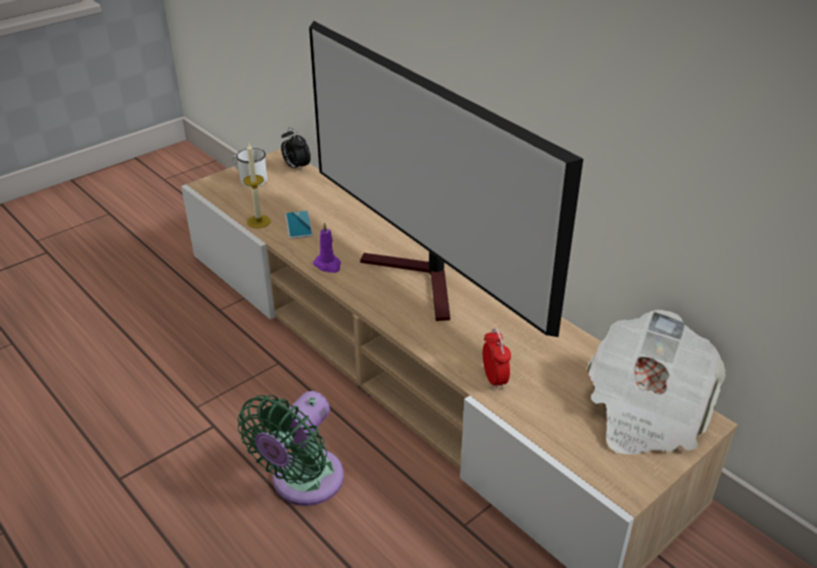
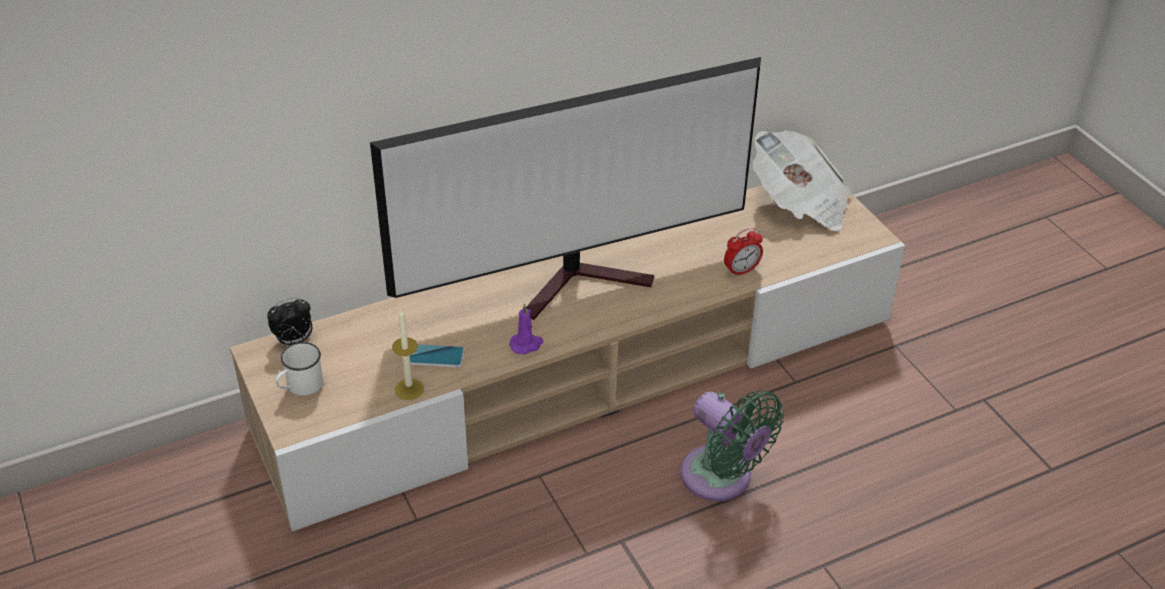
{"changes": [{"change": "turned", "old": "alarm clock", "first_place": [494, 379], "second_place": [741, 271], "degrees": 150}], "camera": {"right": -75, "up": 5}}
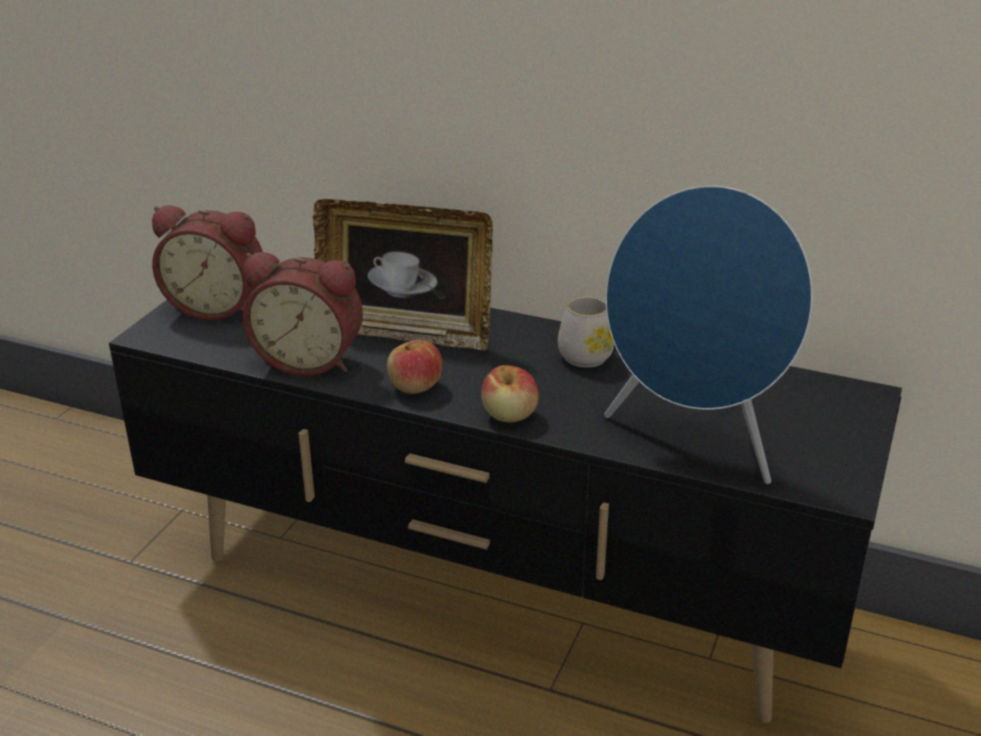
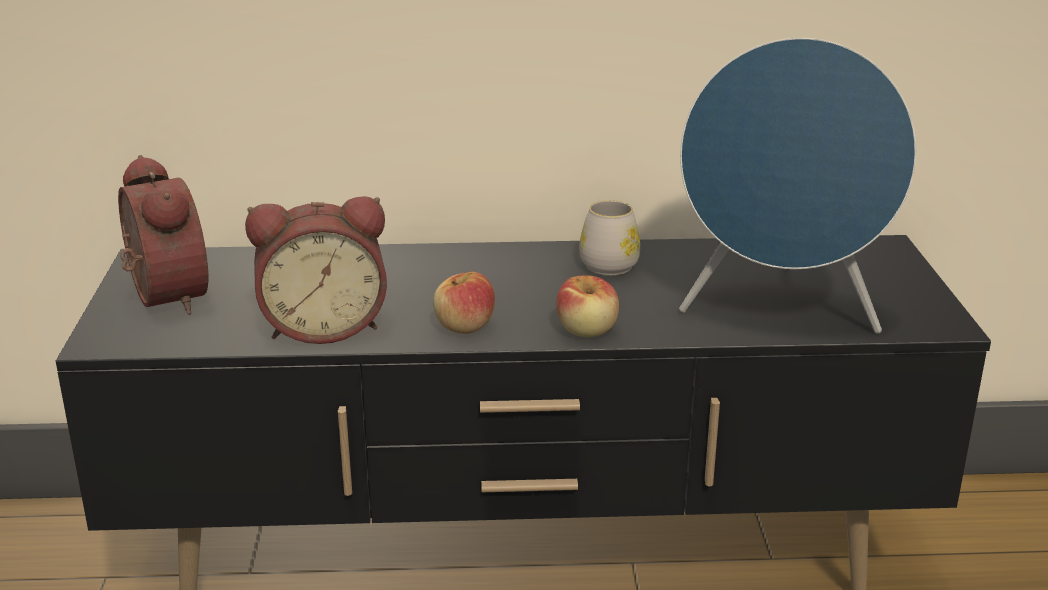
{"changes": [{"change": "removed", "old": "picture frame", "first_place": [405, 332]}, {"change": "turned", "old": "alarm clock", "first_place": [218, 306], "second_place": [162, 298], "degrees": -105}], "camera": {"right": -25, "up": -5}}
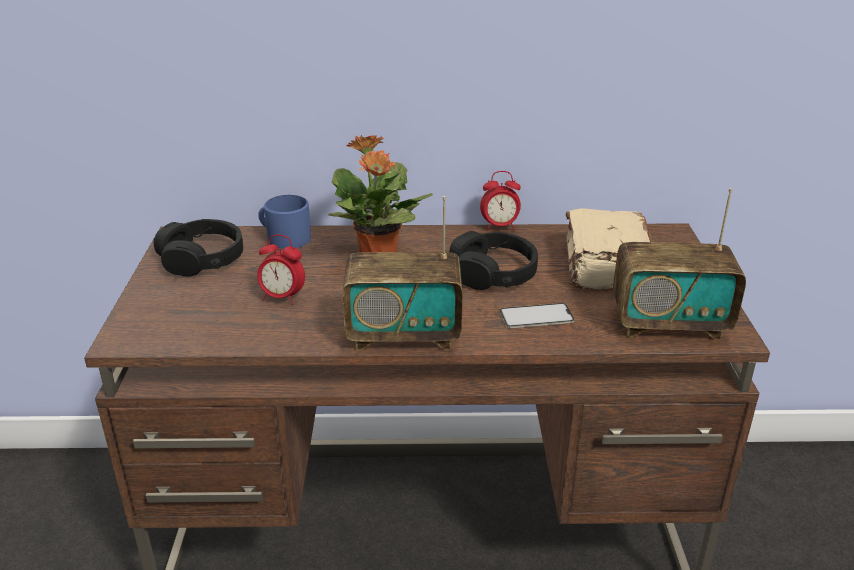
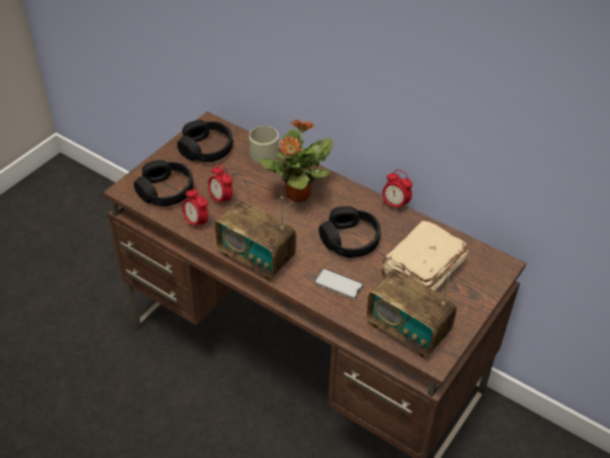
{"changes": [{"change": "recoloured", "old": "blue mug", "new": "beige mug", "first_place": [284, 238], "second_place": [262, 152]}, {"change": "added", "new": "black headphones", "second_place": [165, 191]}, {"change": "added", "new": "alarm clock", "second_place": [196, 222]}], "camera": {"right": 35, "up": 15}}
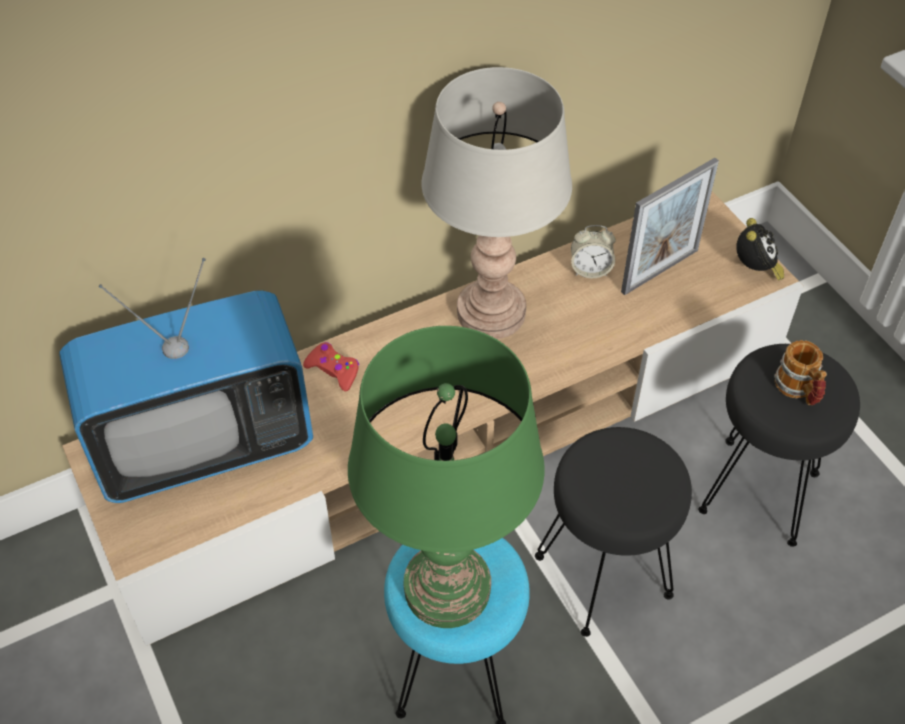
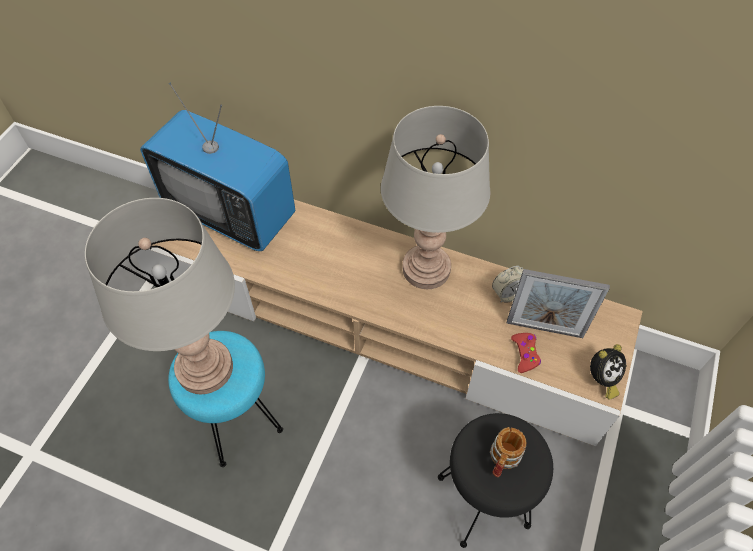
{"changes": [{"change": "turned", "old": "alarm clock", "first_place": [590, 270], "second_place": [507, 294], "degrees": -75}, {"change": "recoloured", "old": "green table lamp", "new": "grey table lamp", "first_place": [447, 588], "second_place": [205, 368]}, {"change": "moved", "old": "red game controller", "first_place": [333, 370], "second_place": [525, 354]}, {"change": "removed", "old": "black stool", "first_place": [605, 574]}], "camera": {"right": 50, "up": 5}}
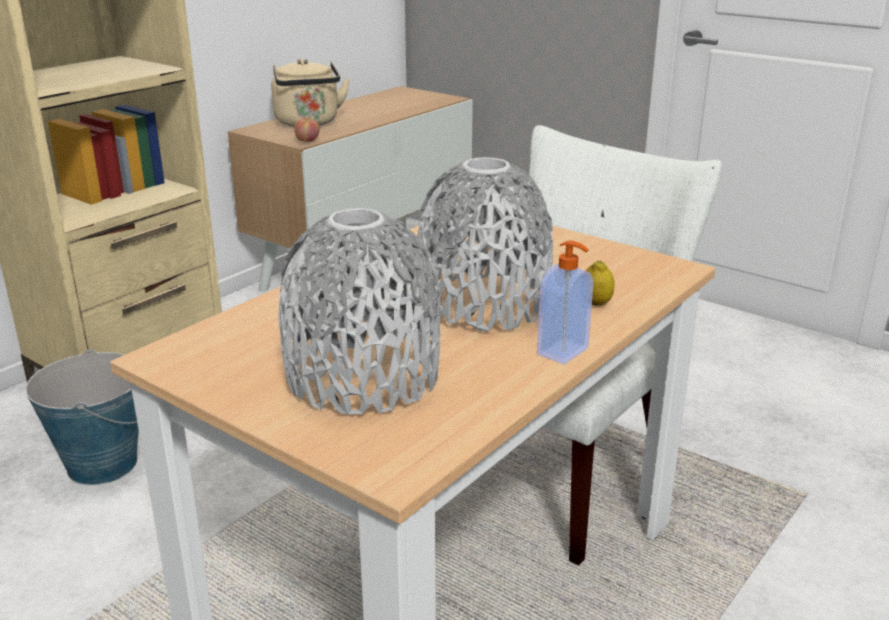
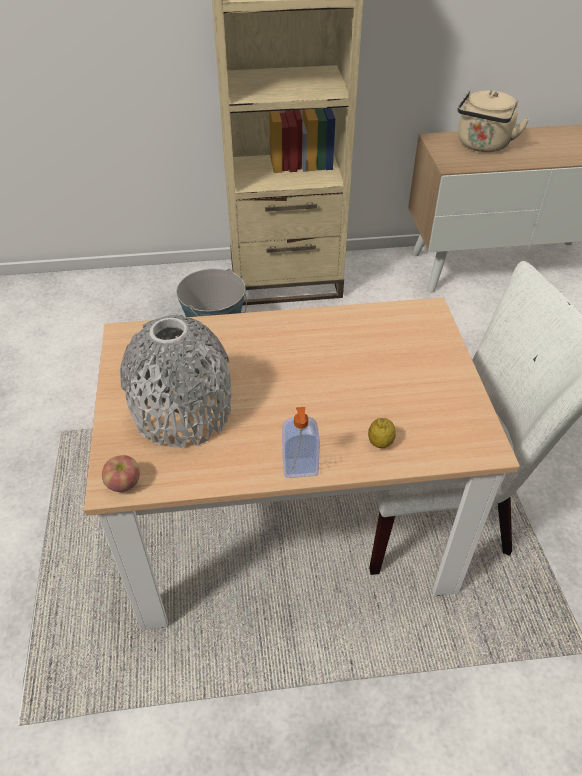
{"changes": [{"change": "moved", "old": "apple", "first_place": [307, 141], "second_place": [124, 484]}, {"change": "removed", "old": "grey vase", "first_place": [483, 304]}], "camera": {"right": 45, "up": 20}}
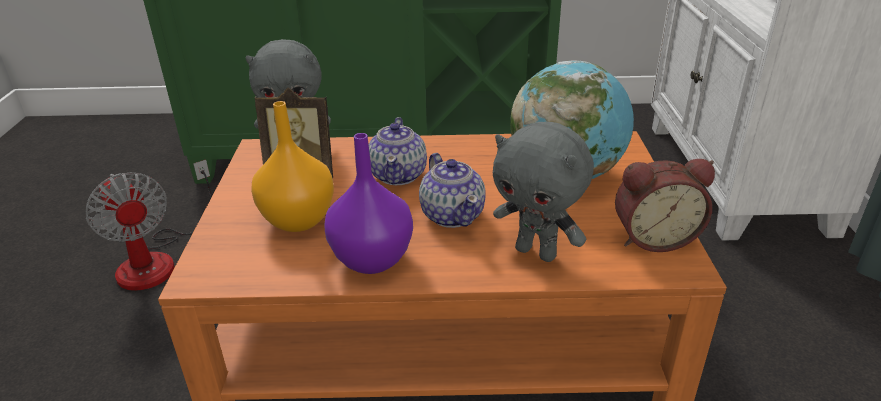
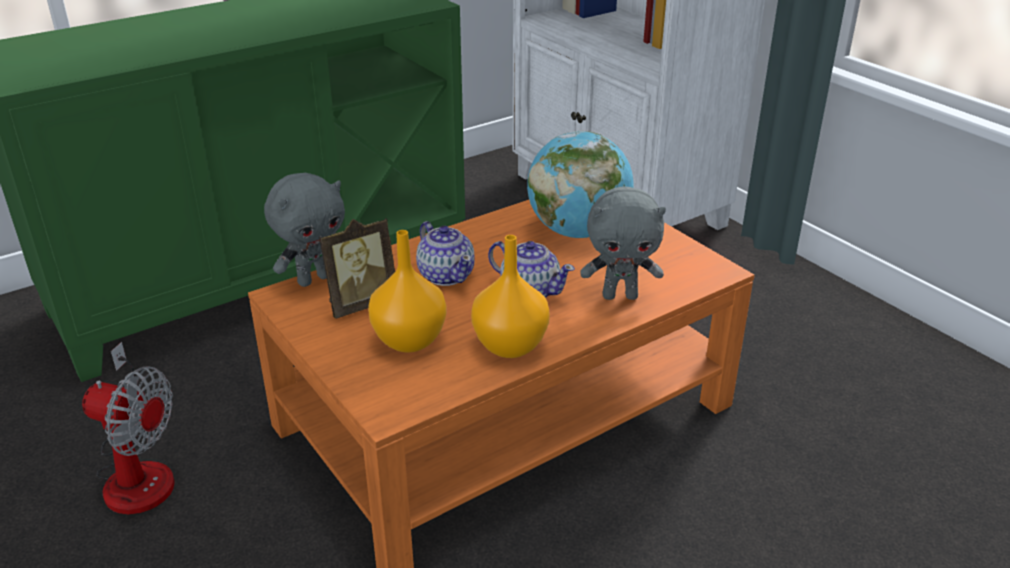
{"changes": [{"change": "recoloured", "old": "purple vase", "new": "orange vase", "first_place": [371, 260], "second_place": [510, 346]}, {"change": "removed", "old": "alarm clock", "first_place": [653, 237]}], "camera": {"right": -35, "up": 0}}
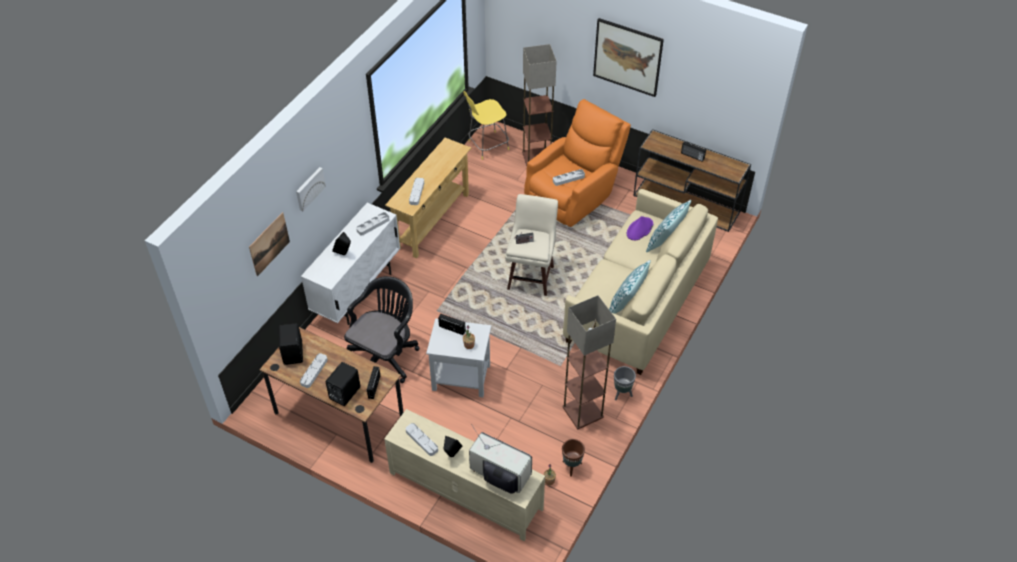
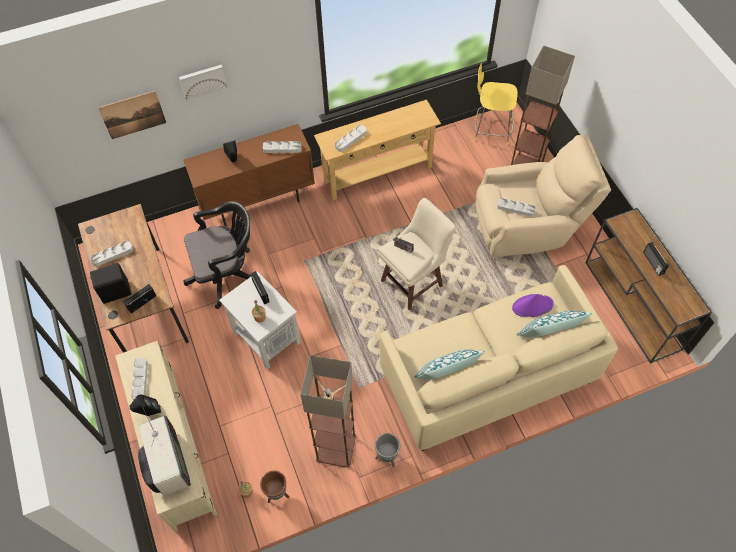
{"changes": [{"change": "removed", "old": "picture", "first_place": [628, 57]}, {"change": "recoloured", "old": "orange armchair", "new": "beige armchair", "first_place": [573, 194], "second_place": [528, 225]}, {"change": "recoloured", "old": "white cabinet", "new": "brown cabinet", "first_place": [357, 293], "second_place": [258, 202]}, {"change": "removed", "old": "black speaker", "first_place": [294, 353]}], "camera": {"right": 40, "up": 10}}
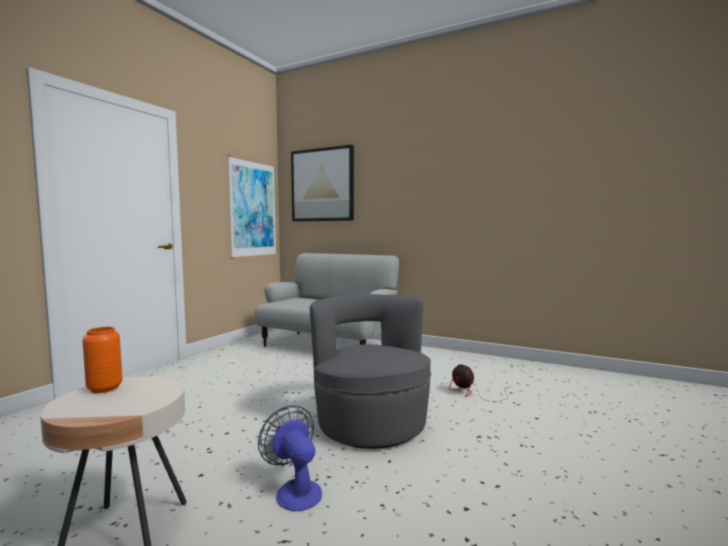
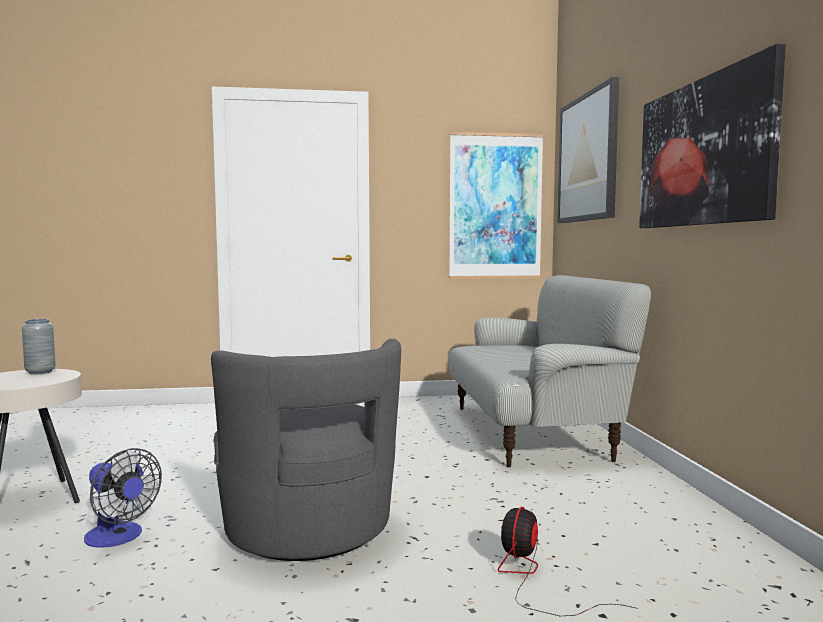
{"changes": [{"change": "turned", "old": "grey armchair", "first_place": [371, 423], "second_place": [310, 529], "degrees": 120}, {"change": "recoloured", "old": "orange vase", "new": "grey vase", "first_place": [104, 389], "second_place": [40, 372]}, {"change": "turned", "old": "fan", "first_place": [295, 490], "second_place": [119, 537], "degrees": 105}, {"change": "added", "new": "picture", "second_place": [703, 153]}], "camera": {"right": 55, "up": 0}}
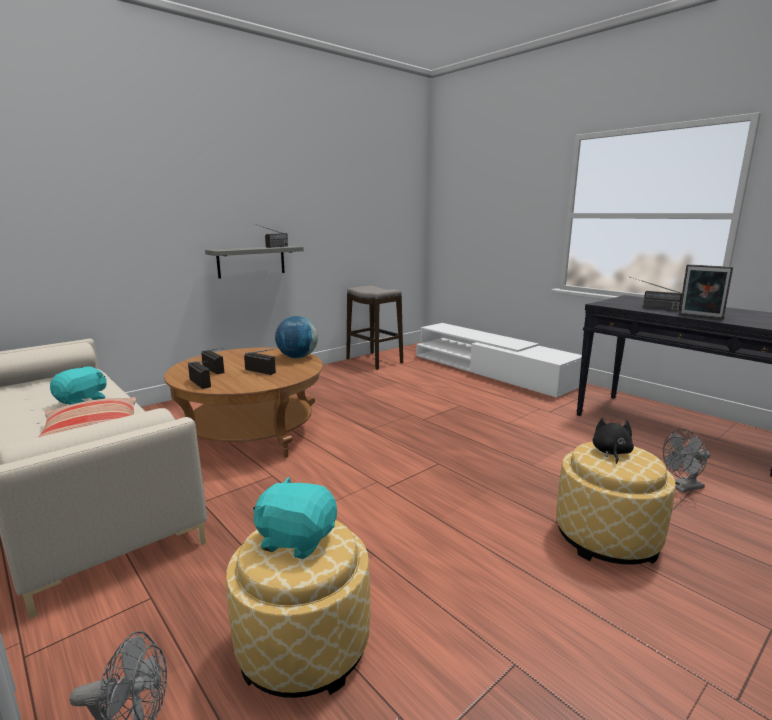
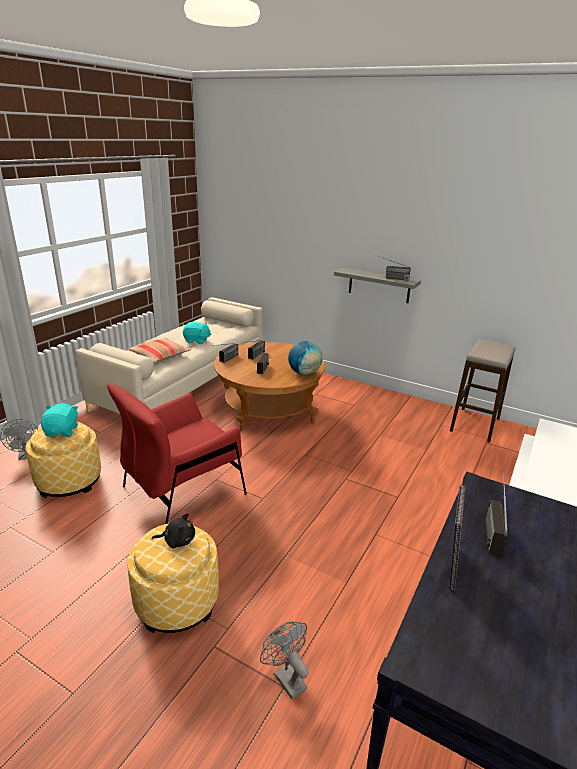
{"changes": [{"change": "added", "new": "red armchair", "second_place": [182, 491]}], "camera": {"right": 70, "up": 10}}
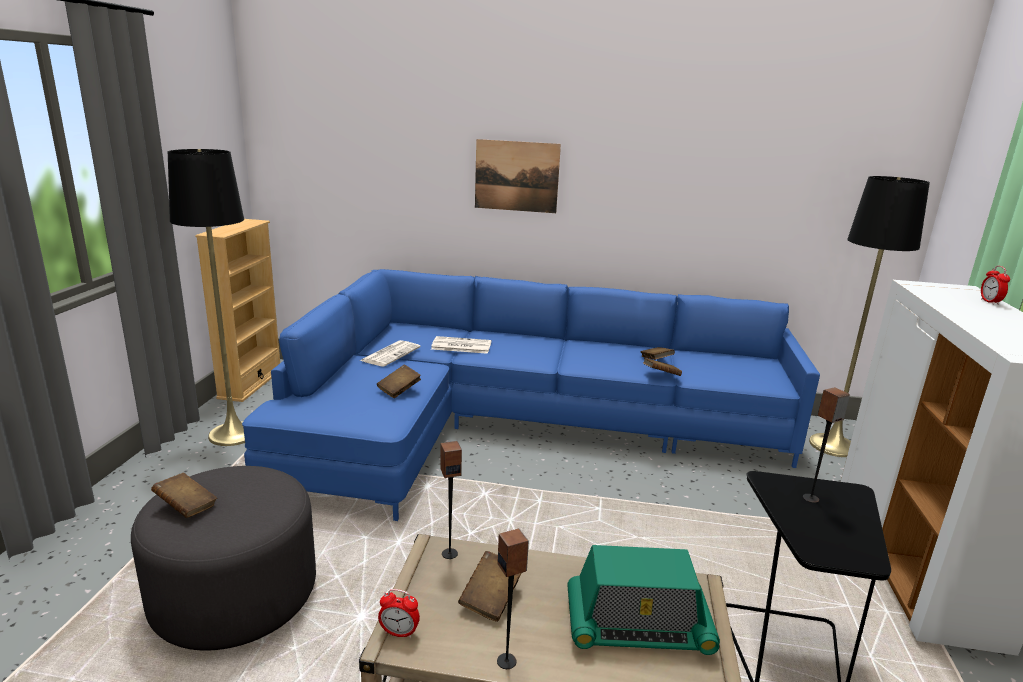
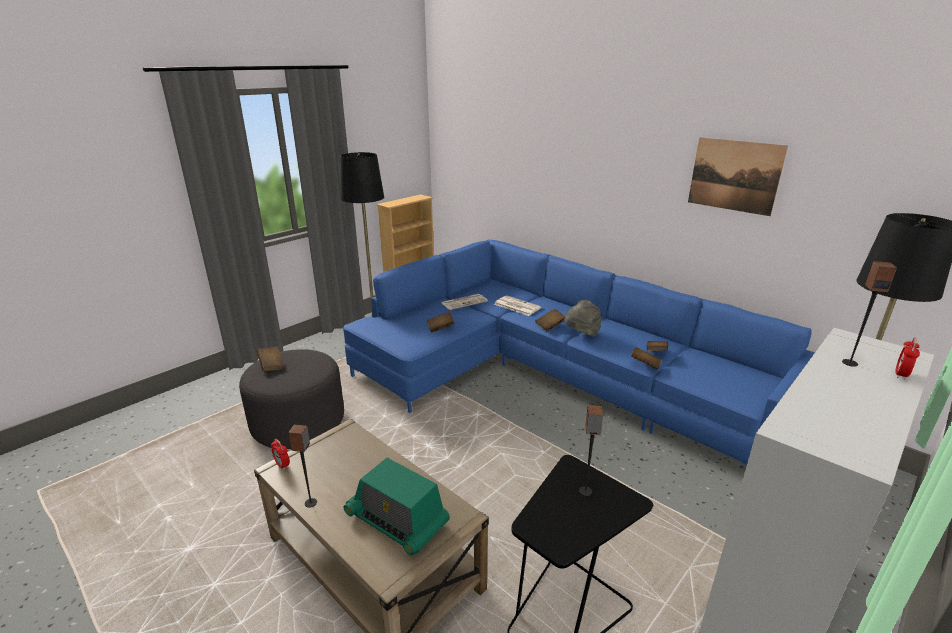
{"changes": [{"change": "moved", "old": "picture", "first_place": [516, 176], "second_place": [734, 175]}, {"change": "moved", "old": "speaker", "first_place": [449, 553], "second_place": [849, 363]}, {"change": "moved", "old": "brown book", "first_place": [491, 598], "second_place": [550, 326]}, {"change": "added", "new": "grey hat", "second_place": [581, 334]}], "camera": {"right": 35, "up": 5}}
